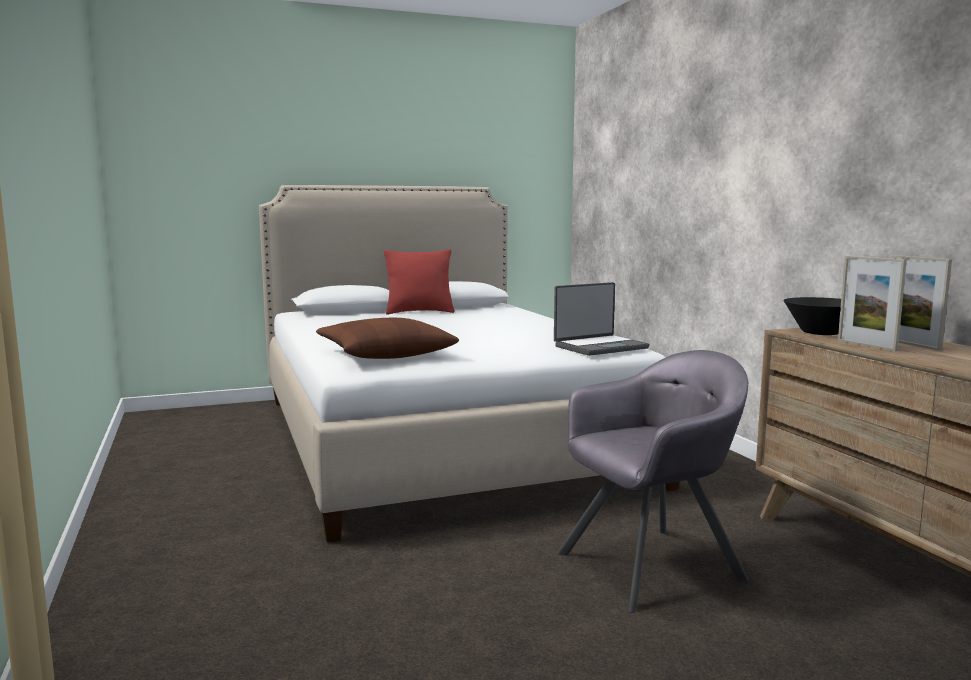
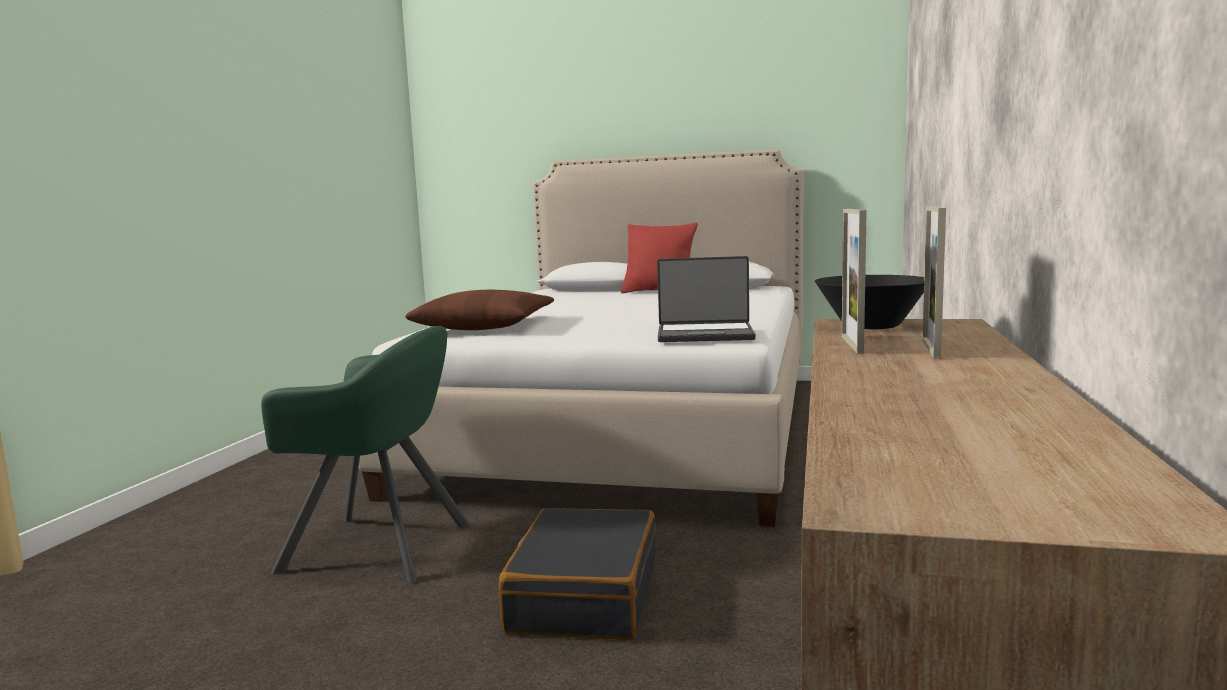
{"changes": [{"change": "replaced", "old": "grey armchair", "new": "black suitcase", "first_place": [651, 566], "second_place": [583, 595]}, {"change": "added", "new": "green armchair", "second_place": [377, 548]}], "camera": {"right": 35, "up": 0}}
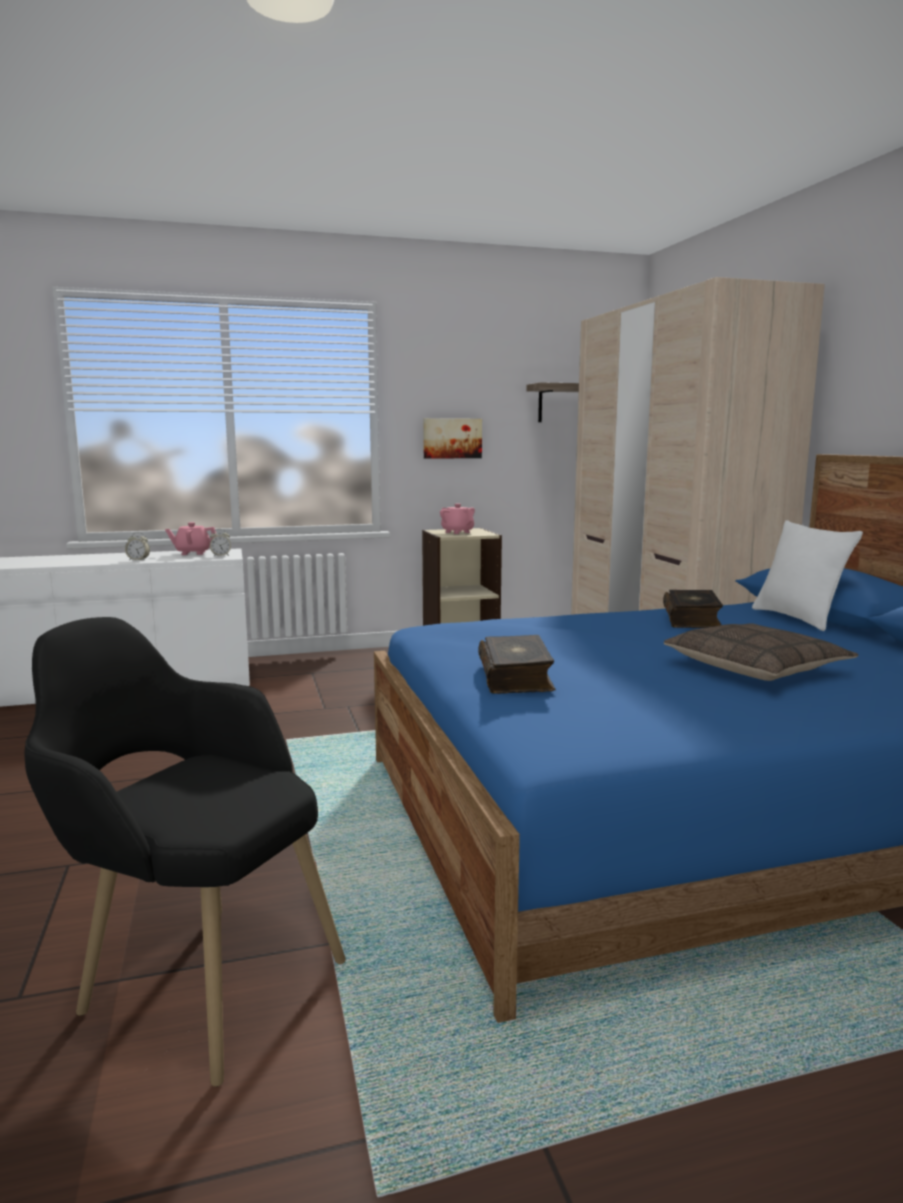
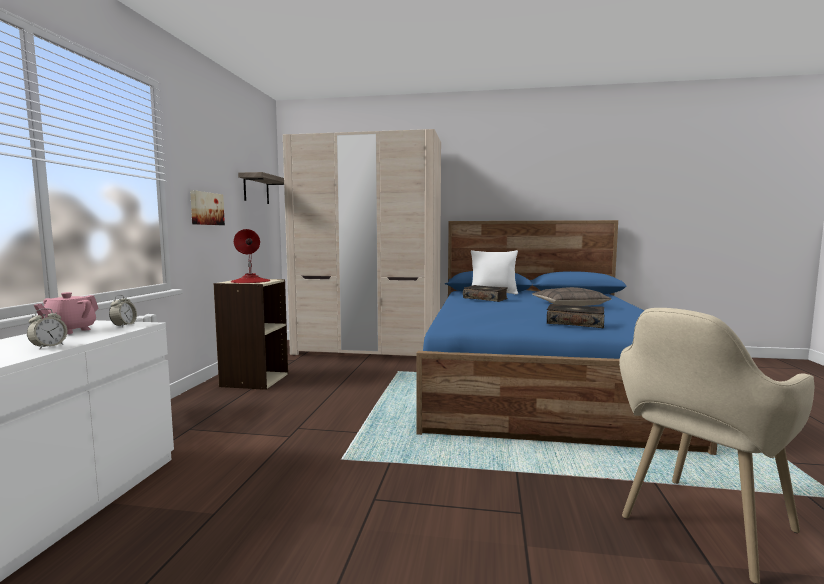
{"changes": [{"change": "replaced", "old": "pink teapot", "new": "red table lamp", "first_place": [457, 532], "second_place": [250, 281]}, {"change": "recoloured", "old": "black armchair", "new": "beige armchair", "first_place": [192, 976], "second_place": [698, 533]}], "camera": {"right": -65, "up": -5}}
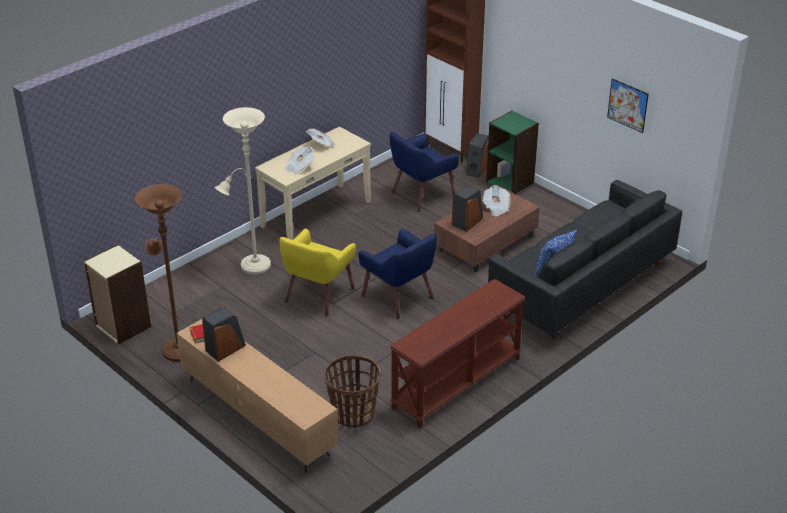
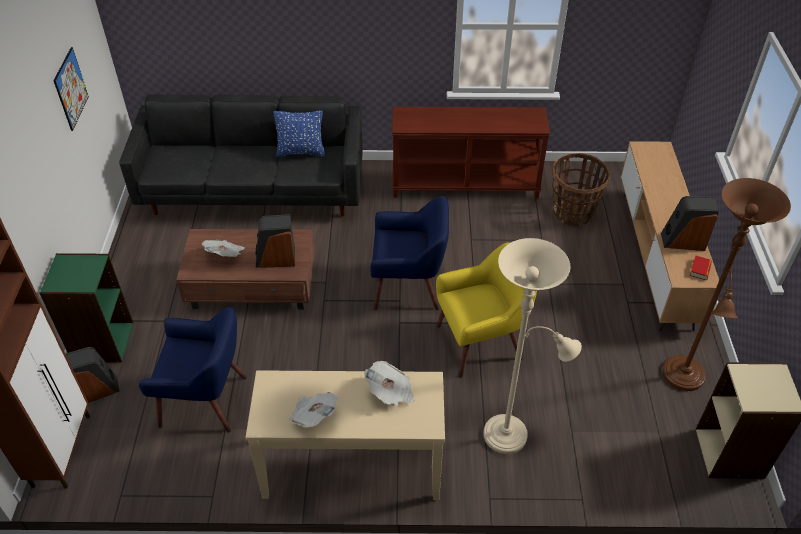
{"changes": [{"change": "turned", "old": "blue armchair", "first_place": [399, 297], "second_place": [408, 286], "degrees": 90}], "camera": {"right": -135, "up": 10}}
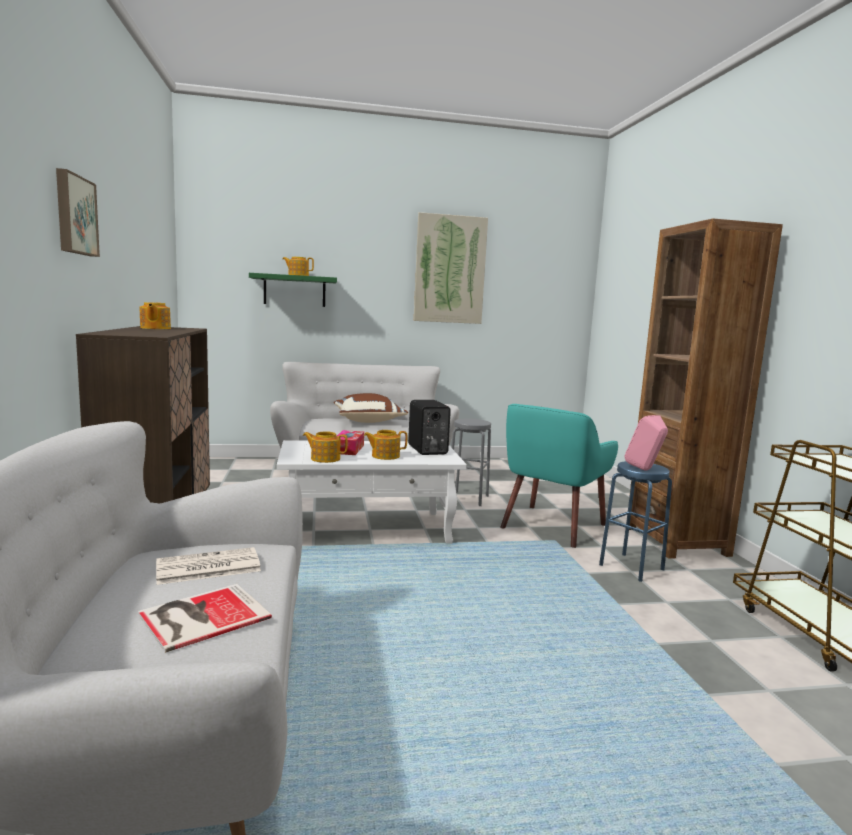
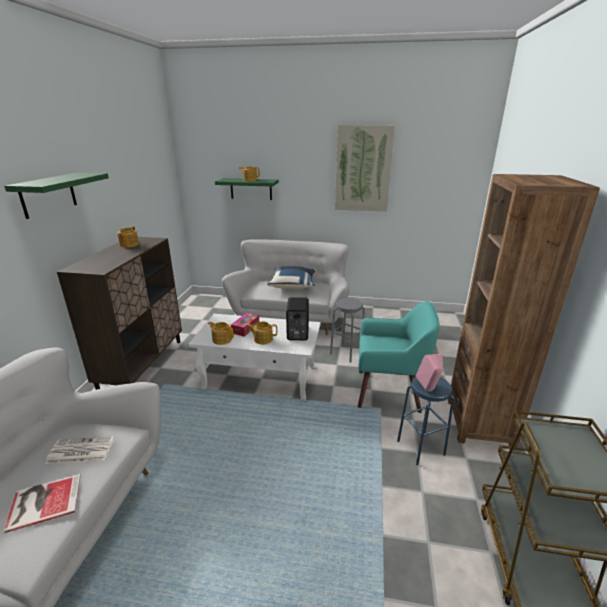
{"changes": [{"change": "replaced", "old": "picture", "new": "green shelf", "first_place": [74, 215], "second_place": [48, 195]}, {"change": "recoloured", "old": "brown pillow", "new": "blue pillow", "first_place": [368, 421], "second_place": [293, 286]}, {"change": "turned", "old": "turquoise armchair", "first_place": [551, 526], "second_place": [389, 391], "degrees": -135}], "camera": {"right": 20, "up": 15}}
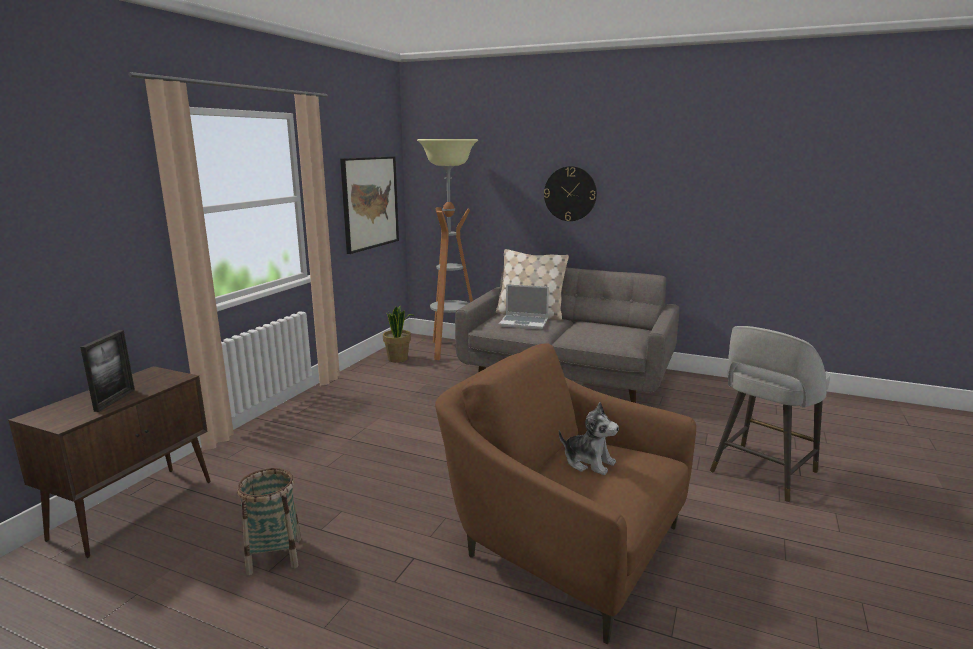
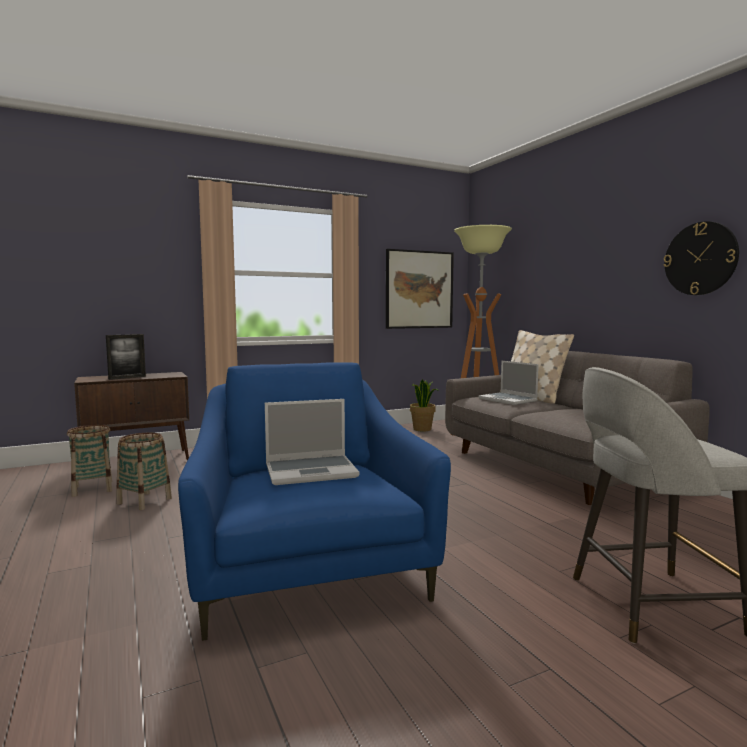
{"changes": [{"change": "moved", "old": "wall clock", "first_place": [570, 193], "second_place": [700, 258]}, {"change": "recoloured", "old": "brown armchair", "new": "blue armchair", "first_place": [563, 545], "second_place": [307, 567]}, {"change": "replaced", "old": "plush toy", "new": "laptop", "first_place": [588, 462], "second_place": [312, 471]}, {"change": "added", "new": "basket", "second_place": [92, 488]}], "camera": {"right": 40, "up": -10}}
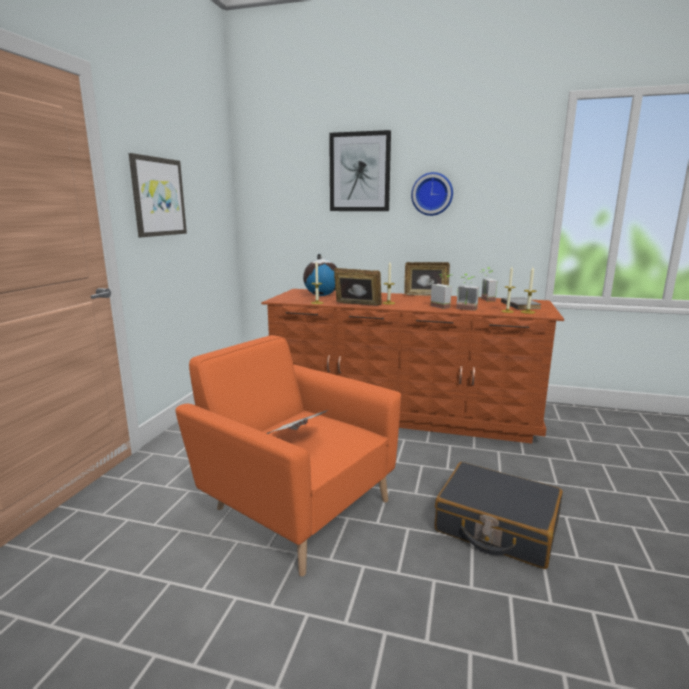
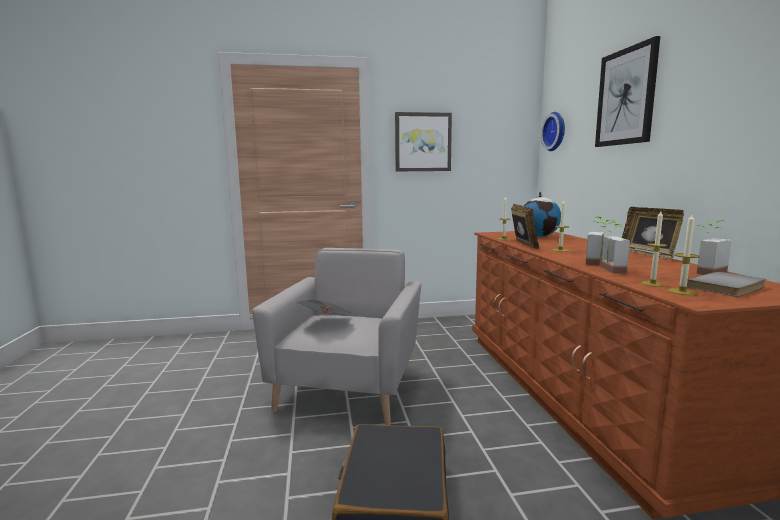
{"changes": [{"change": "moved", "old": "wall clock", "first_place": [432, 194], "second_place": [555, 131]}, {"change": "recoloured", "old": "orange armchair", "new": "grey armchair", "first_place": [294, 506], "second_place": [348, 386]}], "camera": {"right": 65, "up": -5}}
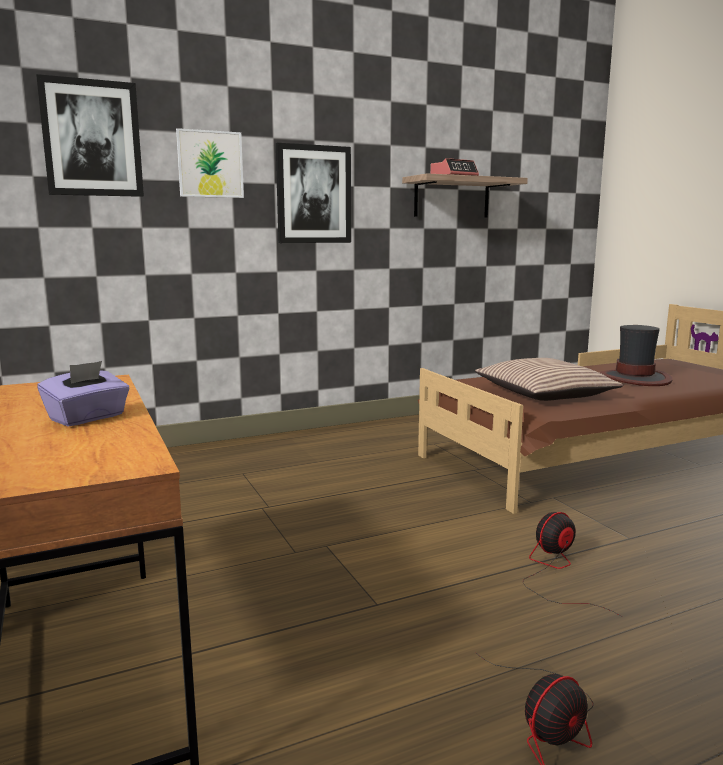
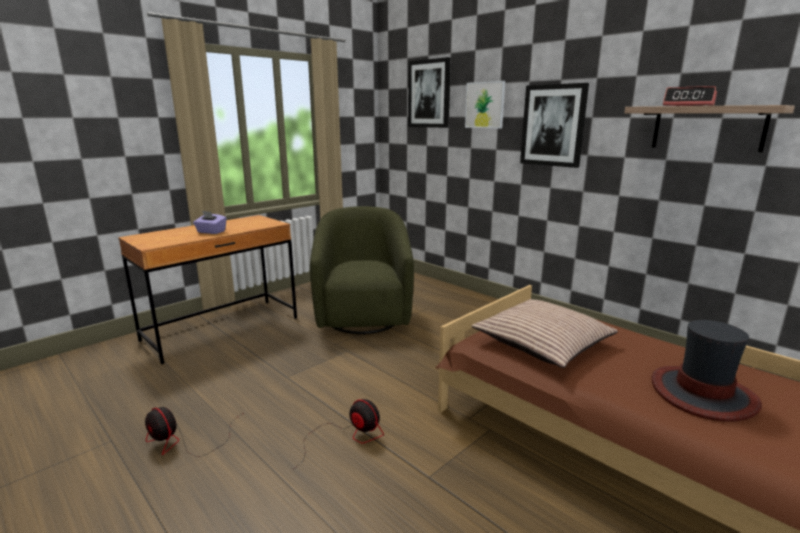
{"changes": [{"change": "added", "new": "green armchair", "second_place": [364, 314]}], "camera": {"right": 70, "up": 5}}
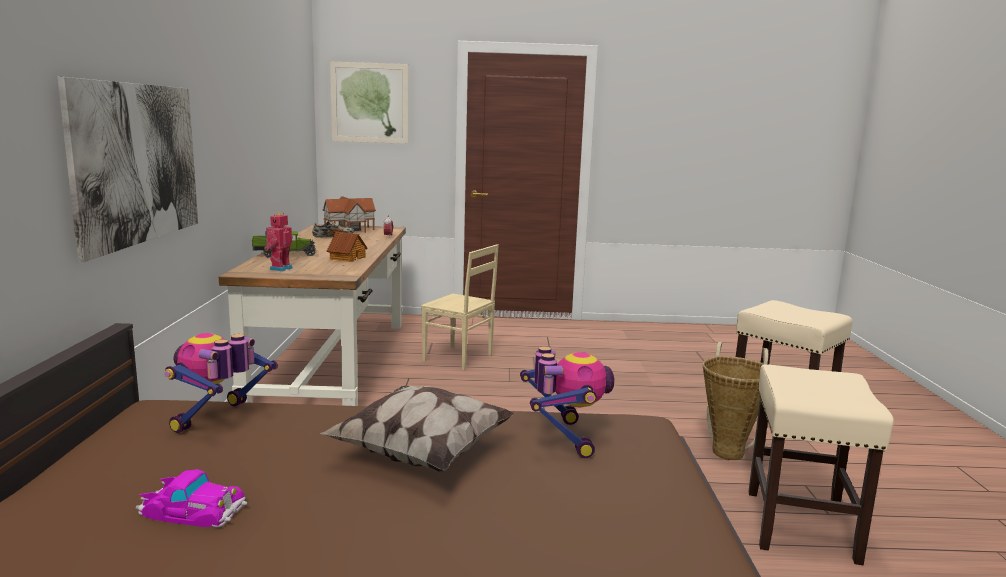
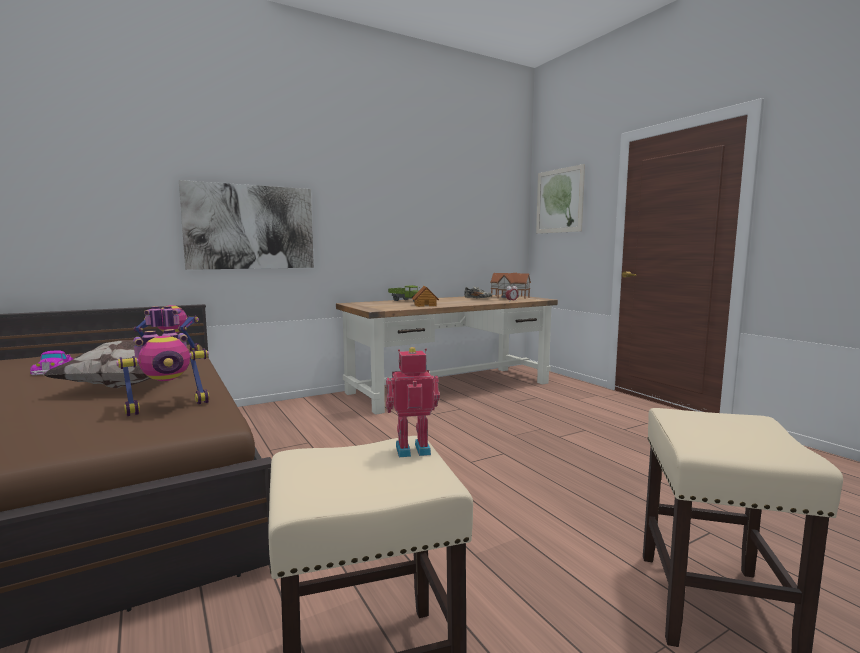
{"changes": [{"change": "moved", "old": "toy robot", "first_place": [279, 268], "second_place": [412, 449]}, {"change": "removed", "old": "beige chair", "first_place": [458, 358]}, {"change": "removed", "old": "basket", "first_place": [729, 450]}], "camera": {"right": 60, "up": -5}}
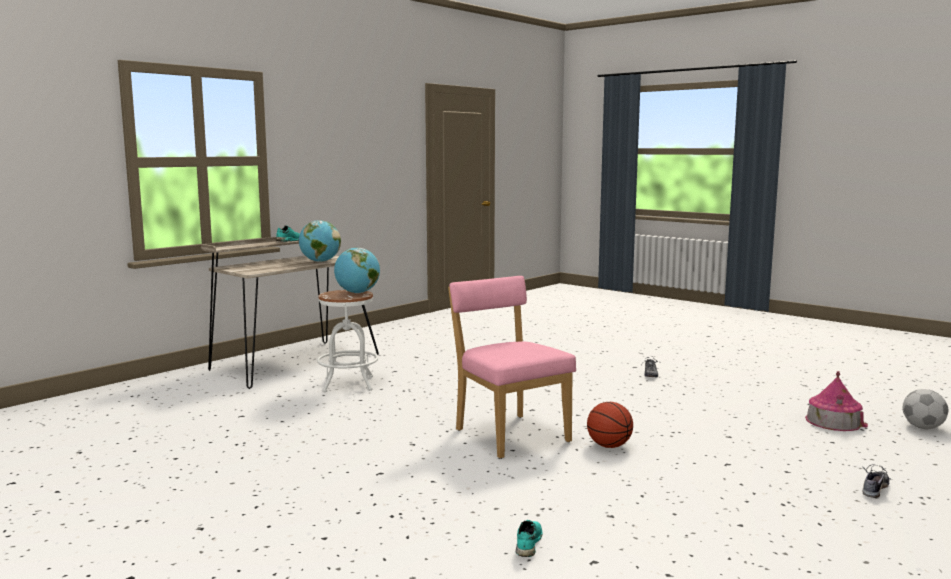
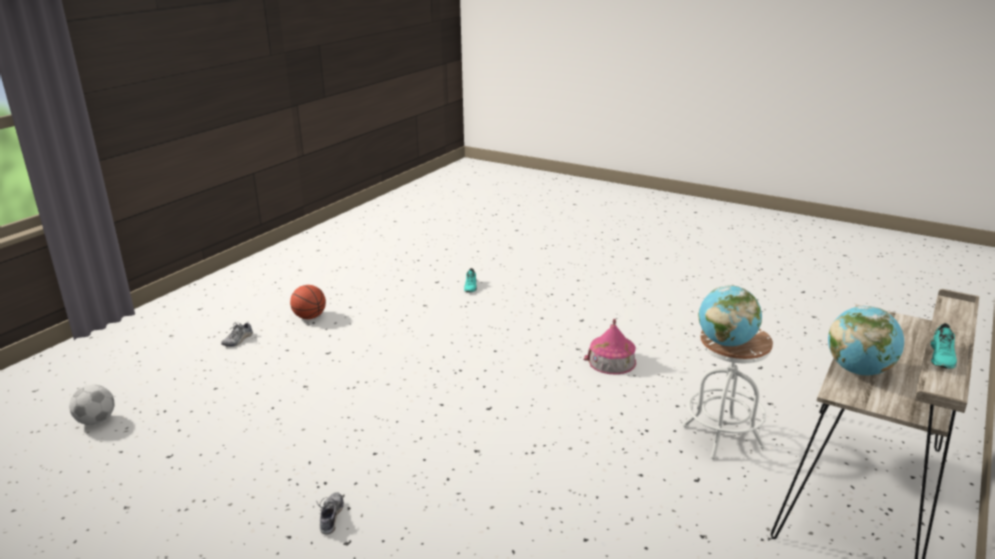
{"changes": [{"change": "removed", "old": "pink chair", "first_place": [508, 434]}, {"change": "moved", "old": "toy house", "first_place": [833, 421], "second_place": [611, 361]}, {"change": "moved", "old": "basketball", "first_place": [609, 446], "second_place": [309, 317]}], "camera": {"right": 170, "up": 15}}
